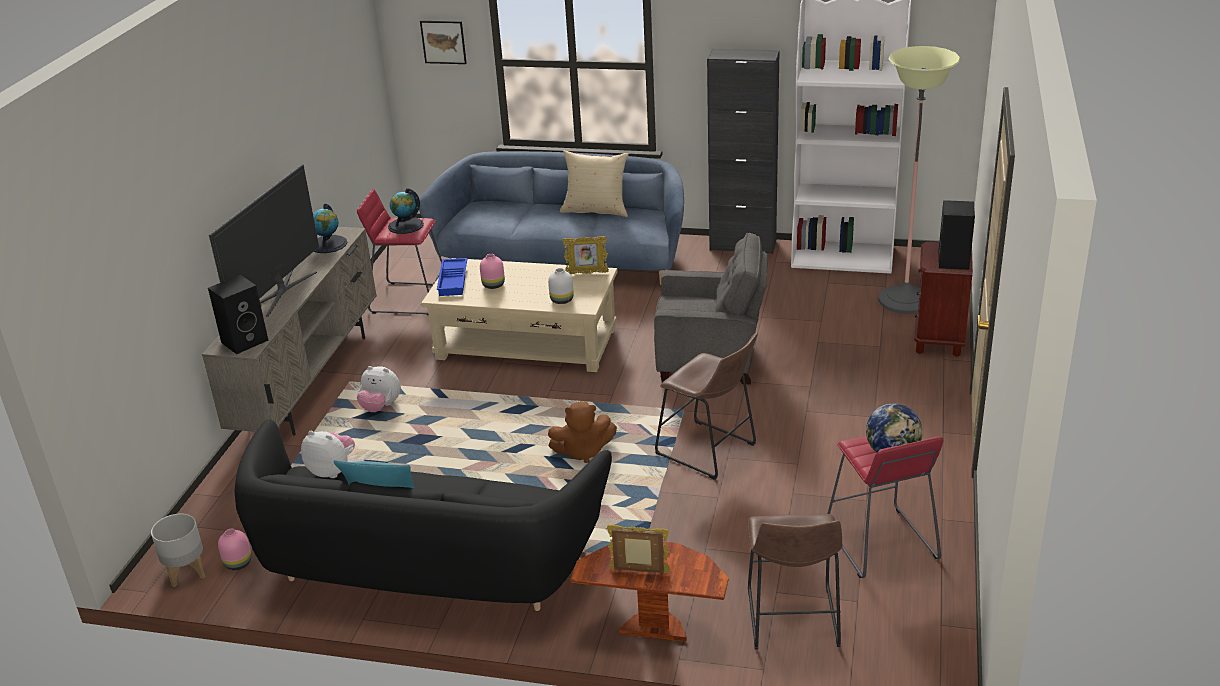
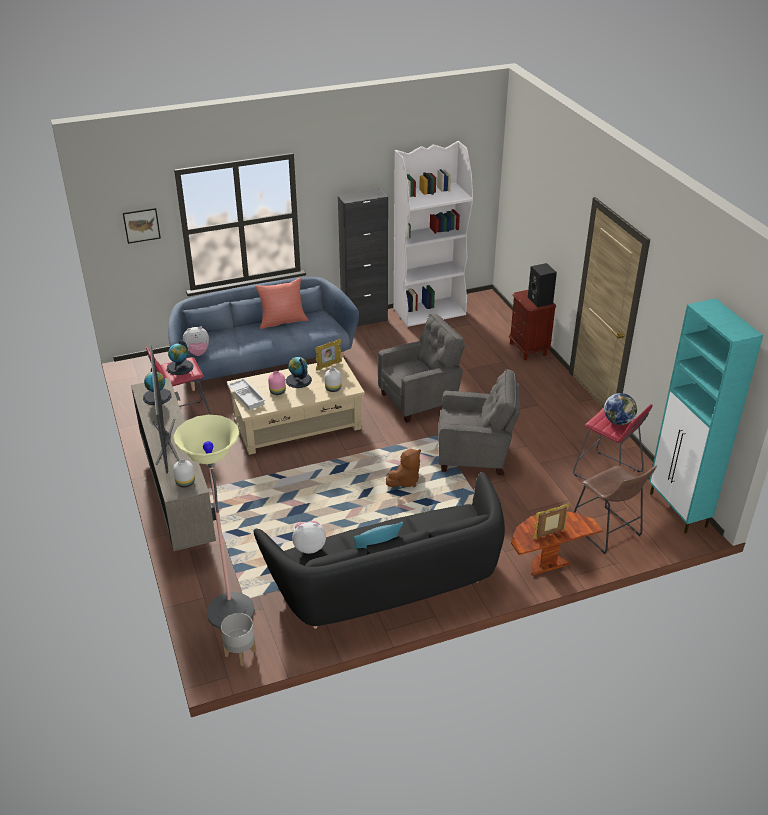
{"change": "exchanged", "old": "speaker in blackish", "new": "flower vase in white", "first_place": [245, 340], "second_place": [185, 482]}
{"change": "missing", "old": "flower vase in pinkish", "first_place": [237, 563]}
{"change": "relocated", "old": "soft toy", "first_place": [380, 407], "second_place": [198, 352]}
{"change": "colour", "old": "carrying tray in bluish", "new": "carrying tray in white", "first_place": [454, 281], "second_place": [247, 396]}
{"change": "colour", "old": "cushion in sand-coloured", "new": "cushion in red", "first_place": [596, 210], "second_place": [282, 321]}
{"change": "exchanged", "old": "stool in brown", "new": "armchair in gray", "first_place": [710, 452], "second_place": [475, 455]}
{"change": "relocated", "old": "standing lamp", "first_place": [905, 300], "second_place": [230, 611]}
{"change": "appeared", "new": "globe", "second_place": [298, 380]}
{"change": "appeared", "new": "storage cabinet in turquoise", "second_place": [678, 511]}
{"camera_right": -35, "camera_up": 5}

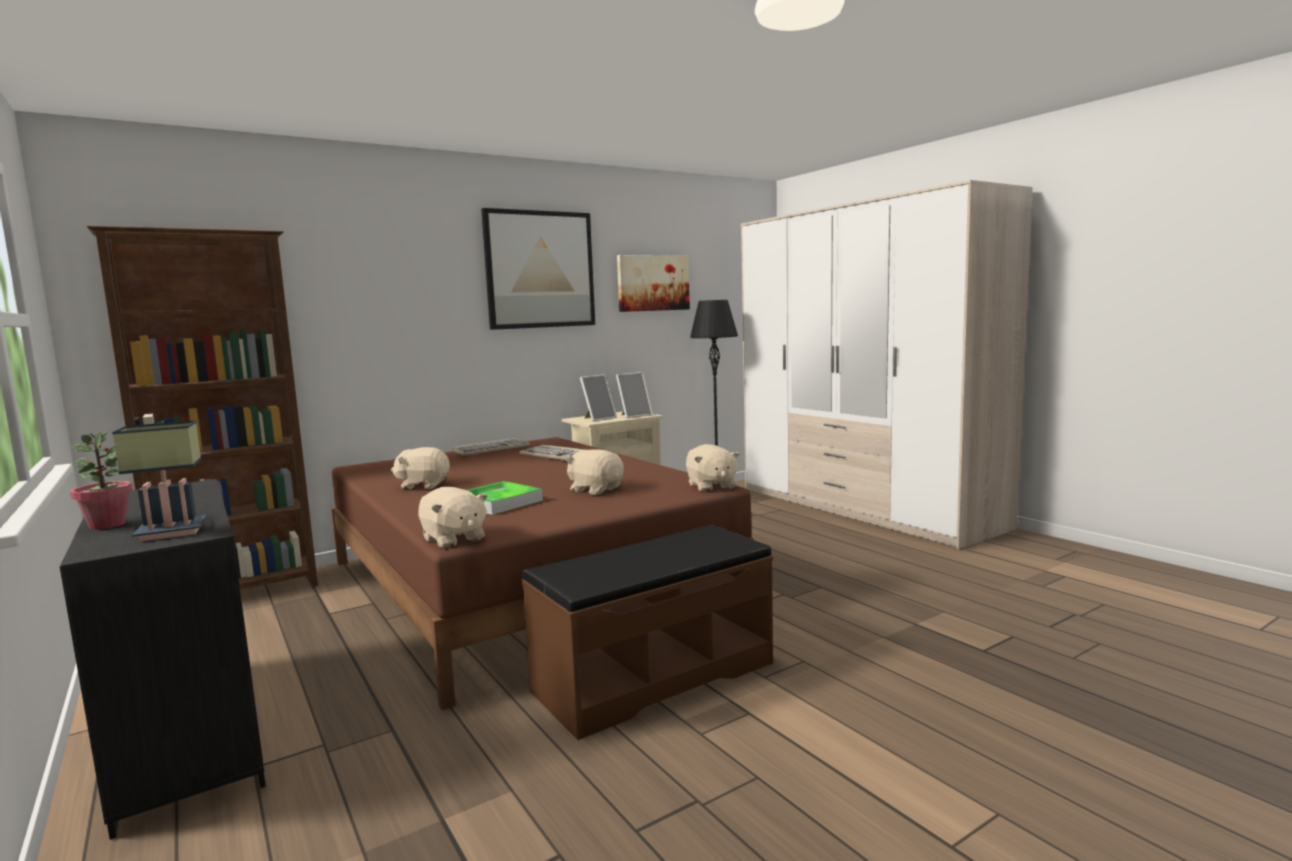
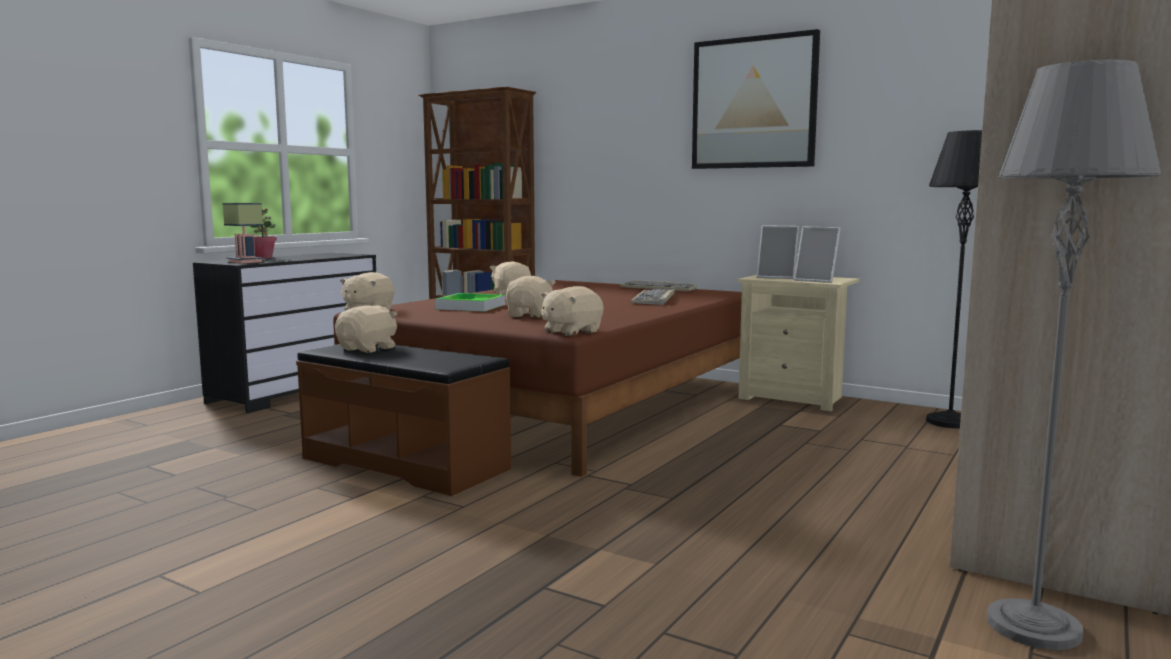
{"change": "missing", "old": "picture", "first_place": [653, 283]}
{"change": "appeared", "new": "soft toy in sand-coloured", "second_place": [368, 349]}
{"change": "appeared", "new": "standing lamp in gray", "second_place": [1034, 627]}
{"camera_right": 65, "camera_up": 0}

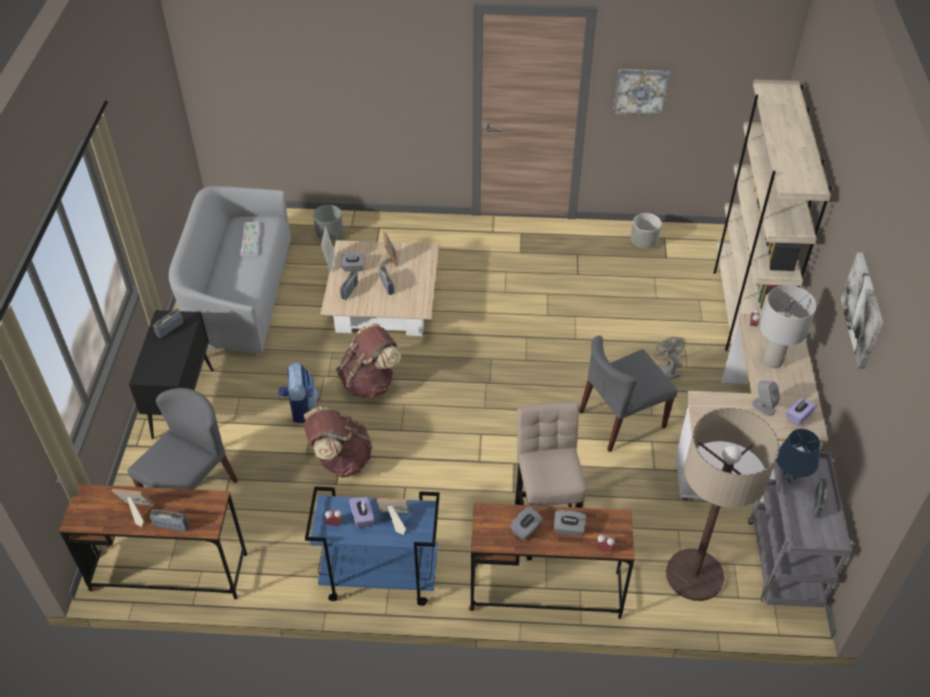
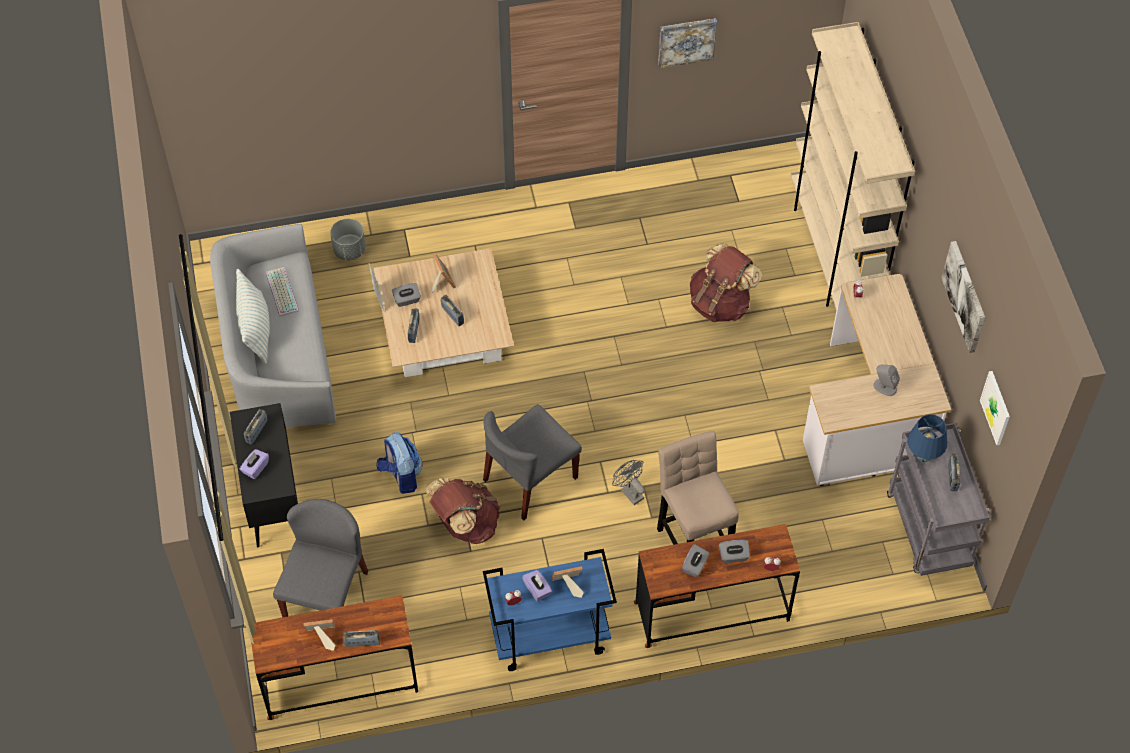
{"change": "relocated", "old": "knapsack in brown", "first_place": [370, 382], "second_place": [720, 303]}
{"change": "relocated", "old": "upright chair in gray", "first_place": [621, 420], "second_place": [530, 479]}
{"change": "missing", "old": "flower pot in gray", "first_place": [643, 242]}
{"change": "relocated", "old": "fan in gray", "first_place": [667, 369], "second_place": [629, 491]}
{"change": "missing", "old": "standing lamp", "first_place": [694, 575]}
{"change": "missing", "old": "tabletop lamp in gray", "first_place": [773, 361]}
{"change": "relocated", "old": "tissue box in purple", "first_place": [798, 416], "second_place": [255, 468]}
{"change": "appeared", "new": "cushion", "second_place": [255, 329]}
{"change": "appeared", "new": "picture", "second_place": [996, 408]}
{"camera_right": -15, "camera_up": 10}

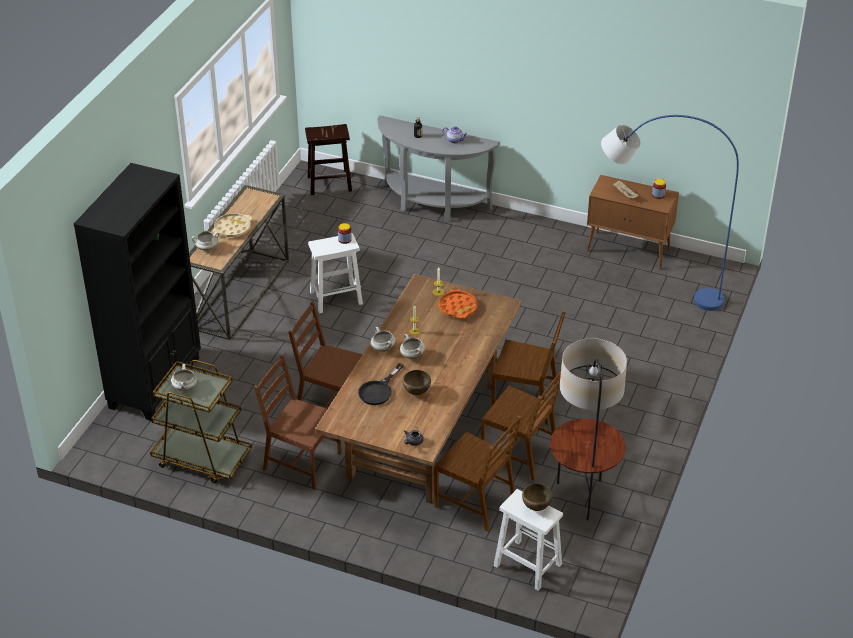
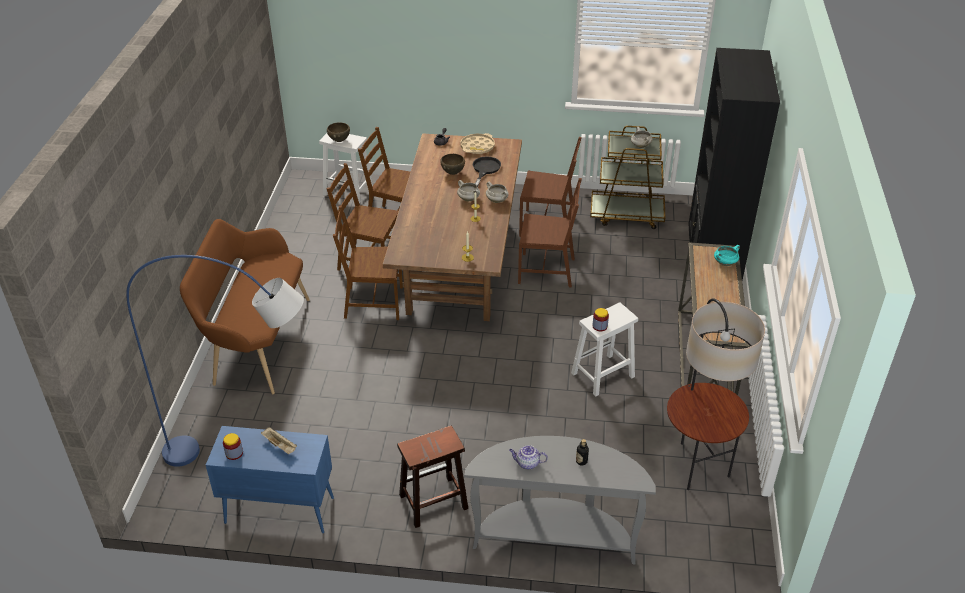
{"change": "colour", "old": "cooking pot in white", "new": "cooking pot in turquoise", "first_place": [206, 248], "second_place": [725, 263]}
{"change": "relocated", "old": "carrying tray in sand-coloured", "first_place": [232, 228], "second_place": [477, 147]}
{"change": "relocated", "old": "stool in brown", "first_place": [330, 183], "second_place": [432, 502]}
{"change": "missing", "old": "carrying tray in orange", "first_place": [458, 307]}
{"change": "relocated", "old": "standing lamp", "first_place": [582, 498], "second_place": [696, 465]}
{"change": "colour", "old": "storage cabinet in brown", "new": "storage cabinet in bluish", "first_place": [629, 250], "second_place": [278, 510]}
{"change": "appeared", "new": "indoor bench in brown", "second_place": [256, 342]}
{"camera_right": 165, "camera_up": 0}

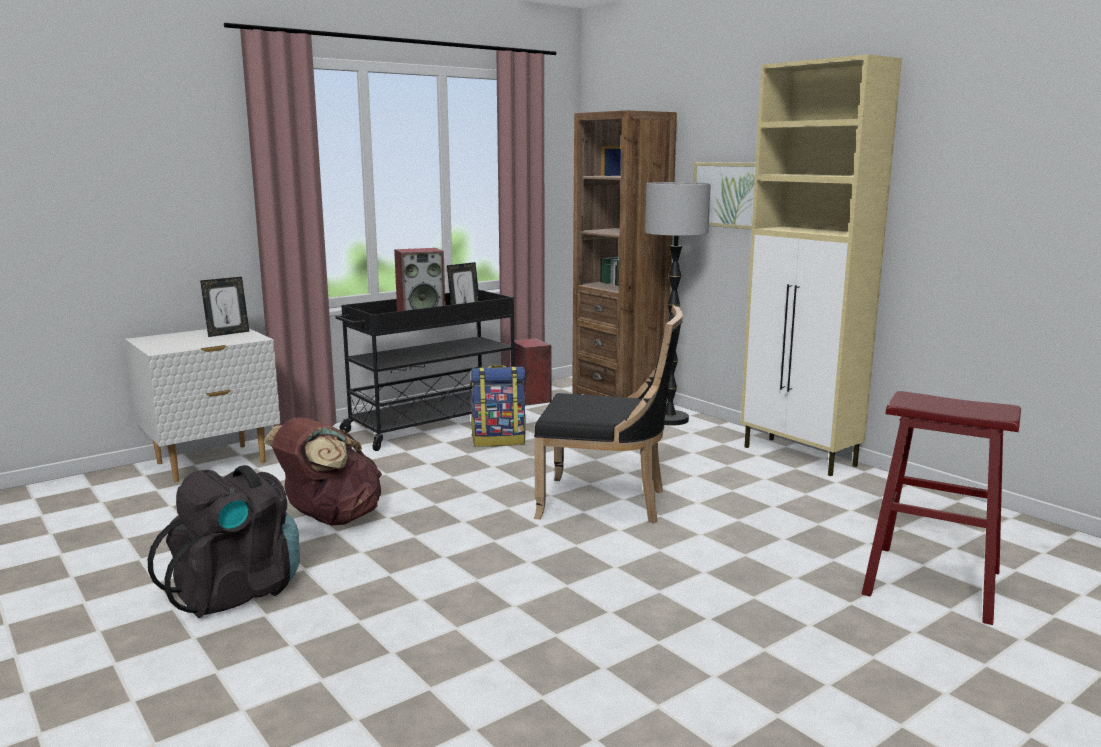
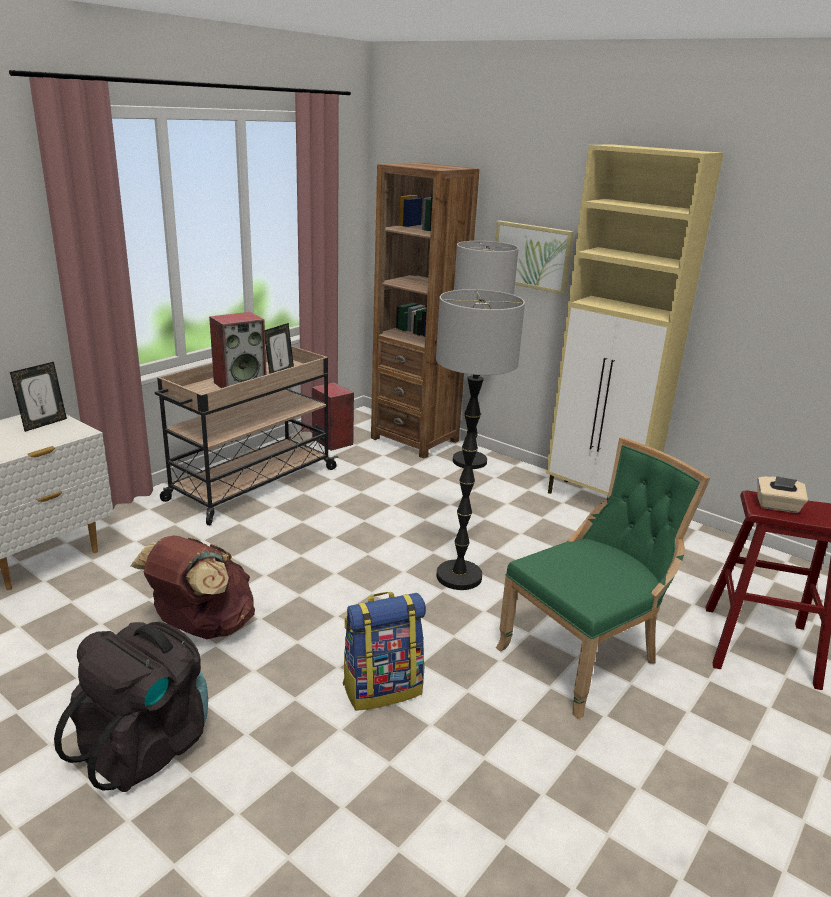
{"change": "colour", "old": "cart in blackish", "new": "cart in sand-coloured", "first_place": [432, 425], "second_place": [251, 485]}
{"change": "relocated", "old": "knapsack", "first_place": [499, 440], "second_place": [382, 688]}
{"change": "exchanged", "old": "upright chair in blackish", "new": "standing lamp", "first_place": [607, 503], "second_place": [459, 577]}
{"change": "appeared", "new": "upright chair in green", "second_place": [585, 657]}
{"change": "appeared", "new": "tissue box in sand-coloured", "second_place": [777, 506]}
{"camera_right": -15, "camera_up": 10}

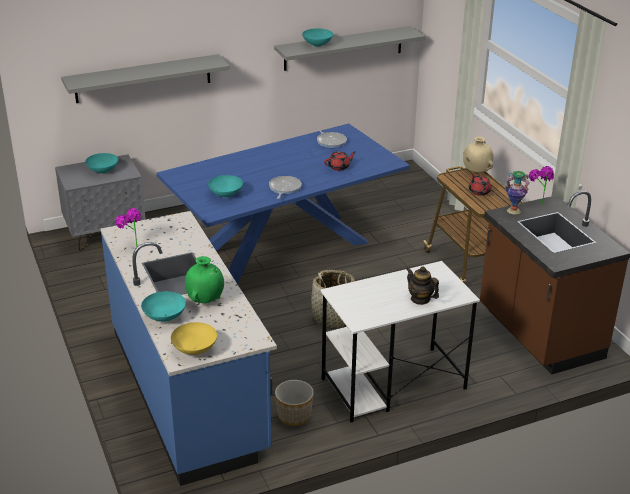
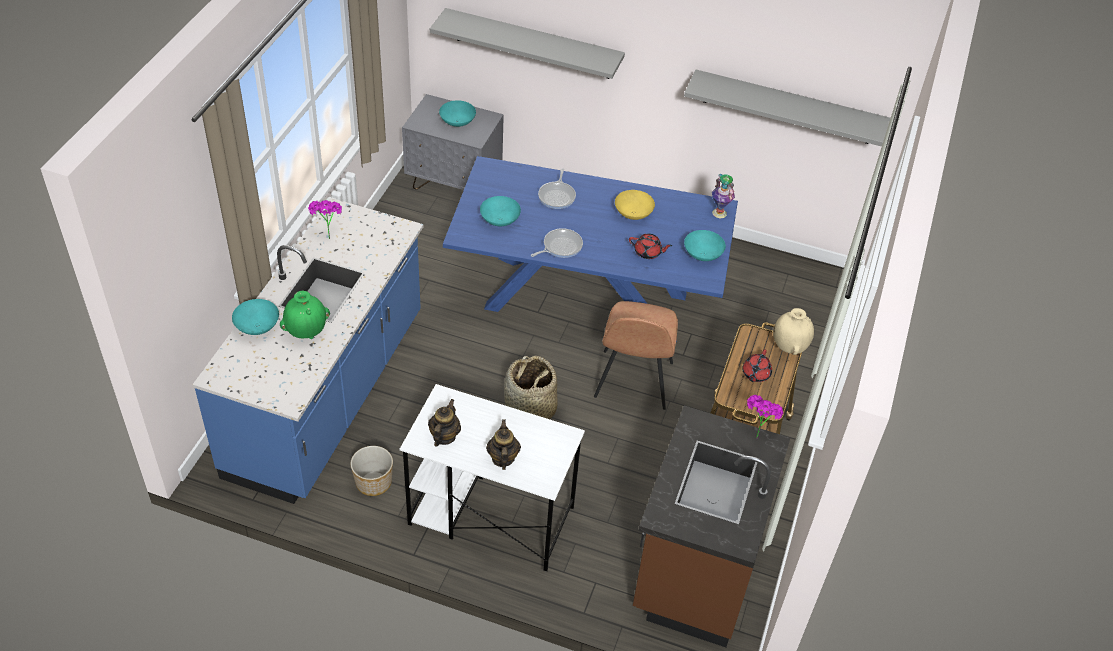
{"change": "relocated", "old": "deep dish in yellowish", "first_place": [194, 349], "second_place": [633, 214]}
{"change": "relocated", "old": "deep dish in turquoise", "first_place": [317, 44], "second_place": [703, 255]}
{"change": "relocated", "old": "skillet", "first_place": [330, 141], "second_place": [557, 196]}
{"change": "relocated", "old": "flower vase", "first_place": [513, 211], "second_place": [719, 213]}
{"change": "appeared", "new": "pot for tea", "second_place": [444, 436]}
{"change": "appeared", "new": "upright chair in brown", "second_place": [633, 381]}
{"camera_right": 40, "camera_up": 15}

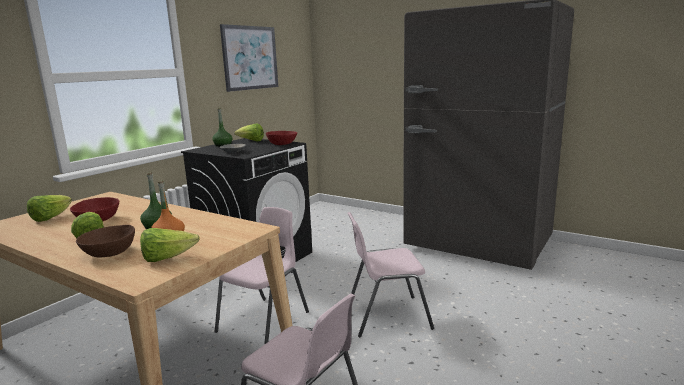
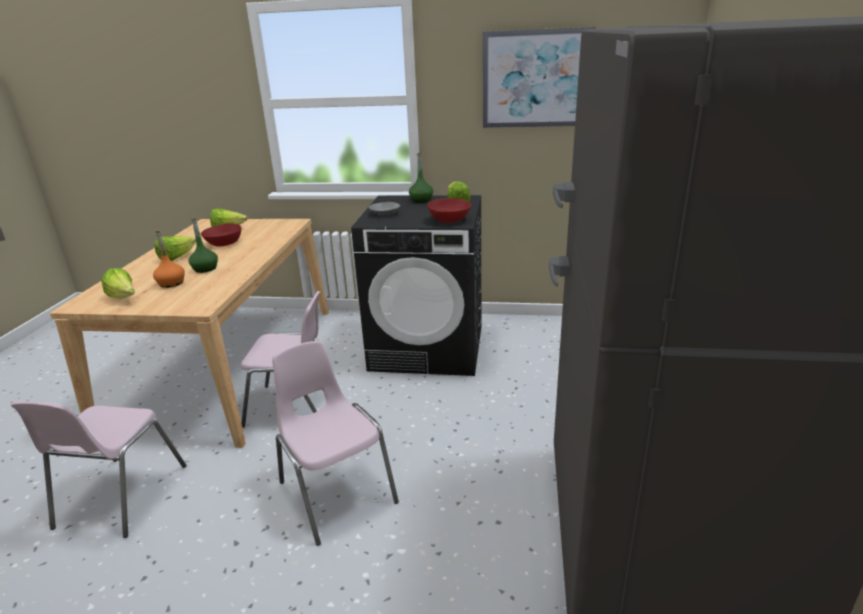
{"change": "missing", "old": "deep dish in brown", "first_place": [109, 253]}
{"camera_right": 65, "camera_up": 10}

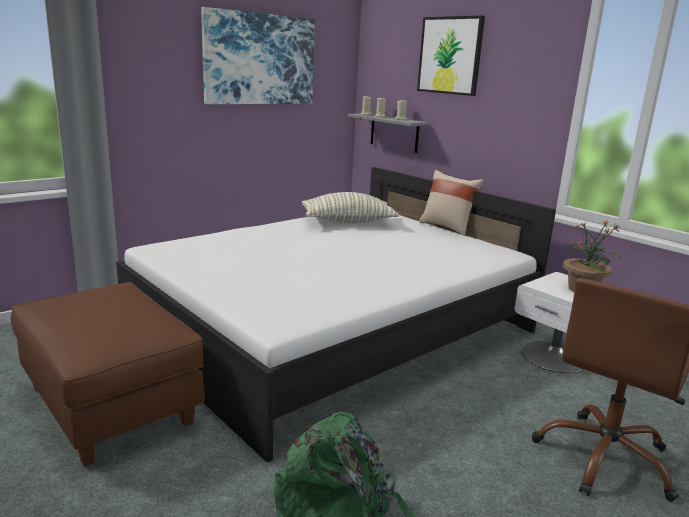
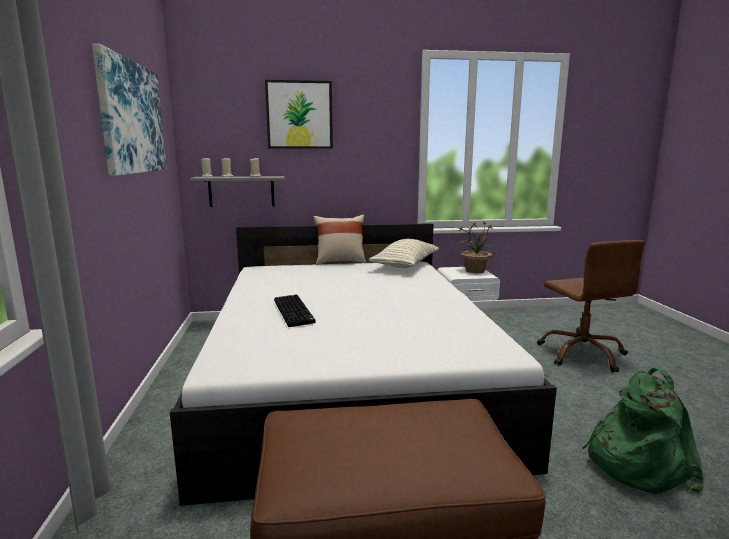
{"change": "relocated", "old": "cushion", "first_place": [348, 221], "second_place": [405, 265]}
{"change": "appeared", "new": "PC keyboard", "second_place": [295, 311]}
{"camera_right": -55, "camera_up": -5}

